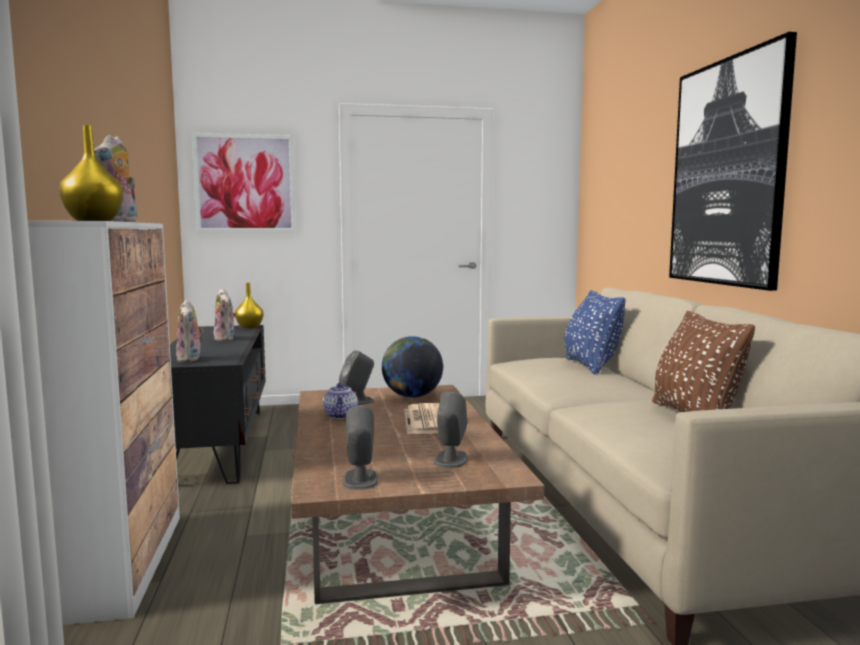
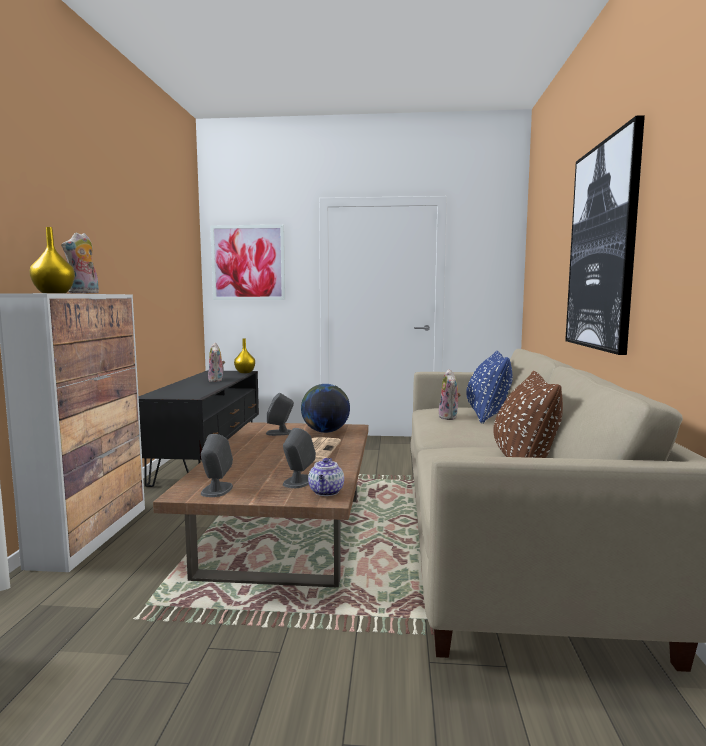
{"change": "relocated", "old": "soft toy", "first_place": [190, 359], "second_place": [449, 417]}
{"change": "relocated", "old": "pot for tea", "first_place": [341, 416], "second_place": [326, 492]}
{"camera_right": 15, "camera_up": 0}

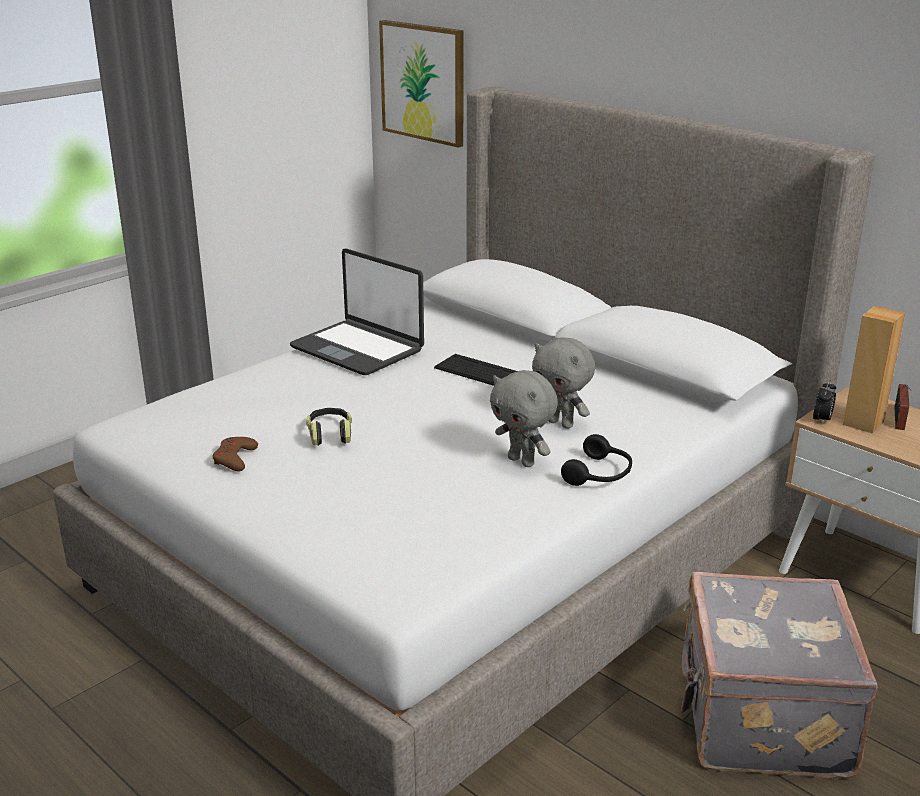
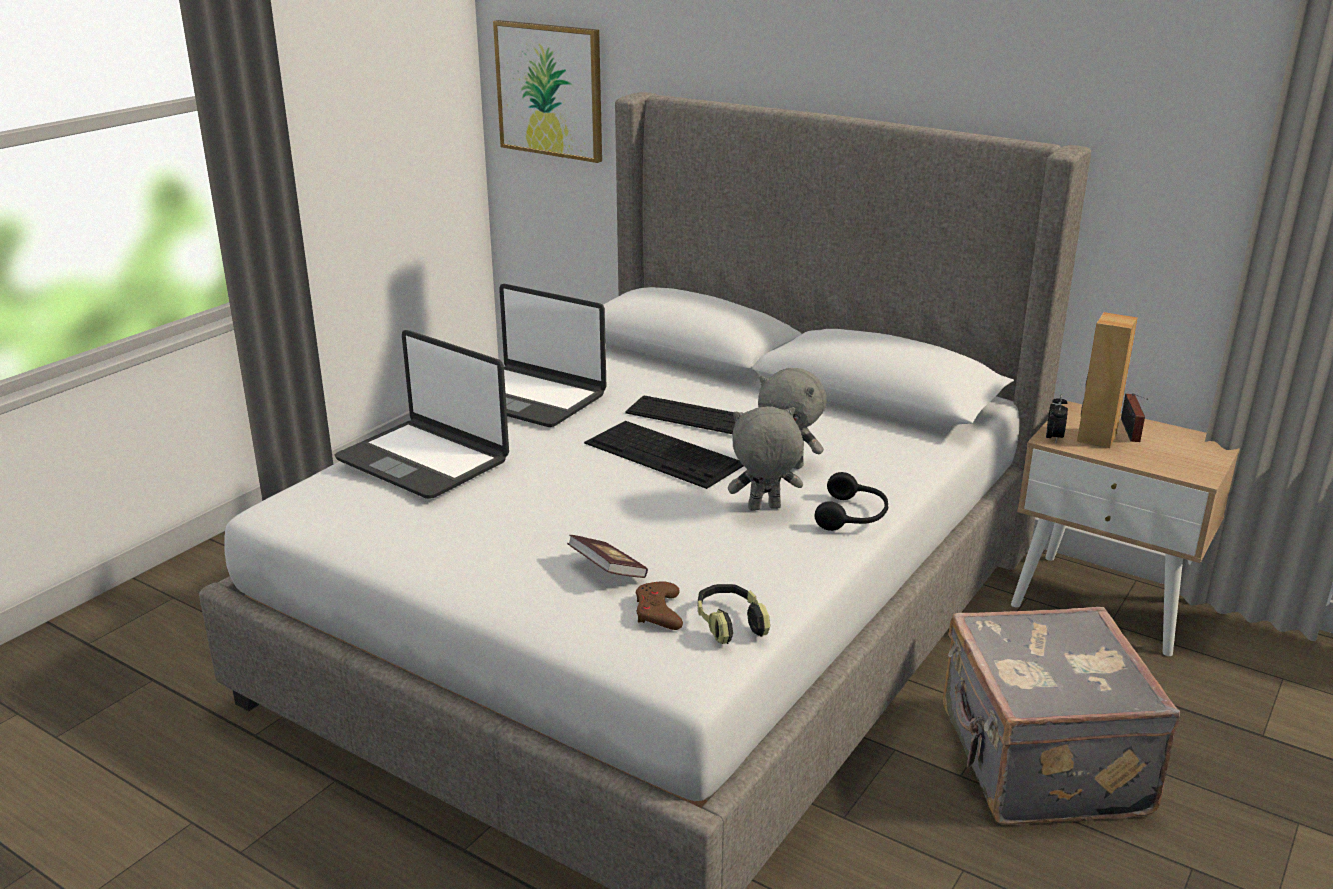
{"change": "relocated", "old": "gamepad in brown", "first_place": [235, 458], "second_place": [658, 612]}
{"change": "relocated", "old": "headphones", "first_place": [330, 435], "second_place": [730, 624]}
{"change": "spun", "old": "soft toy in gray", "first_place": [522, 461], "second_place": [764, 509], "degrees": 135}
{"change": "appeared", "new": "laptop", "second_place": [424, 460]}
{"change": "appeared", "new": "bound book", "second_place": [607, 571]}
{"change": "appeared", "new": "PC keyboard", "second_place": [665, 454]}
{"camera_right": -10, "camera_up": 0}

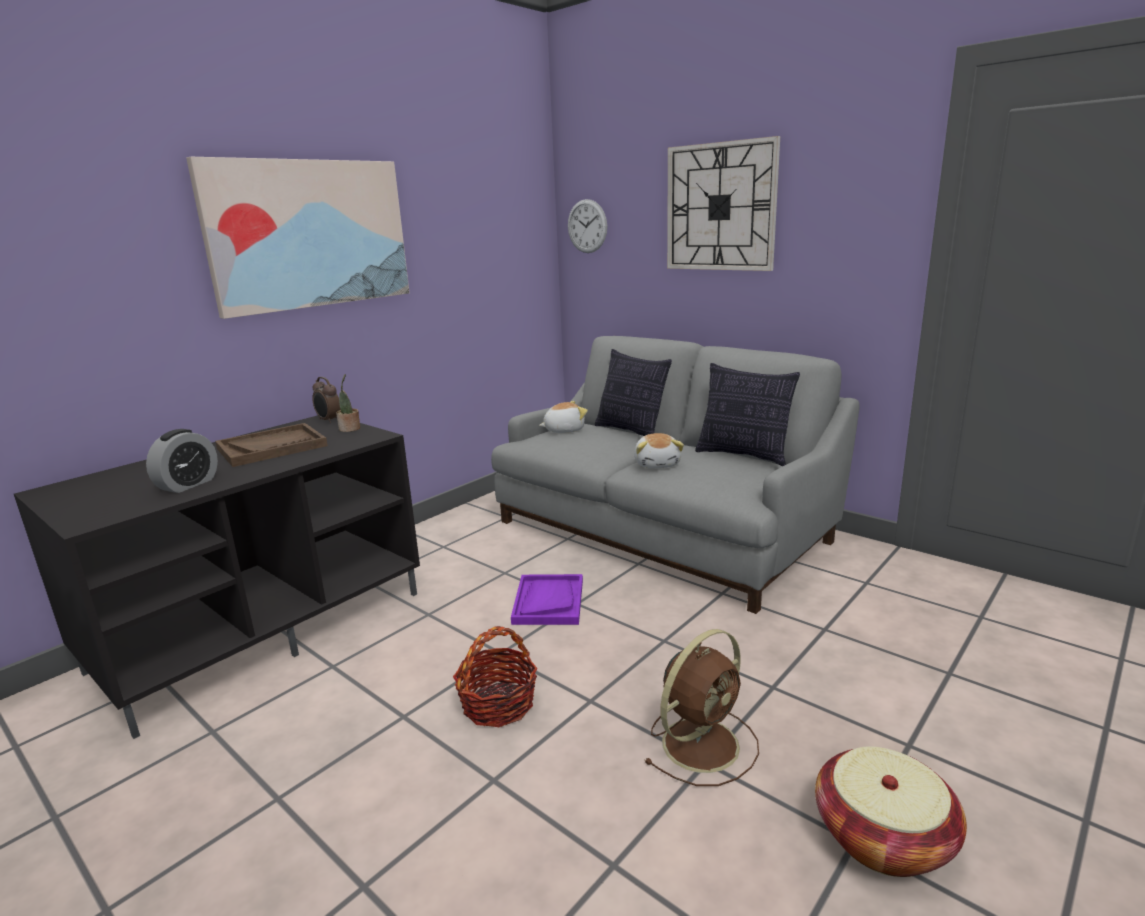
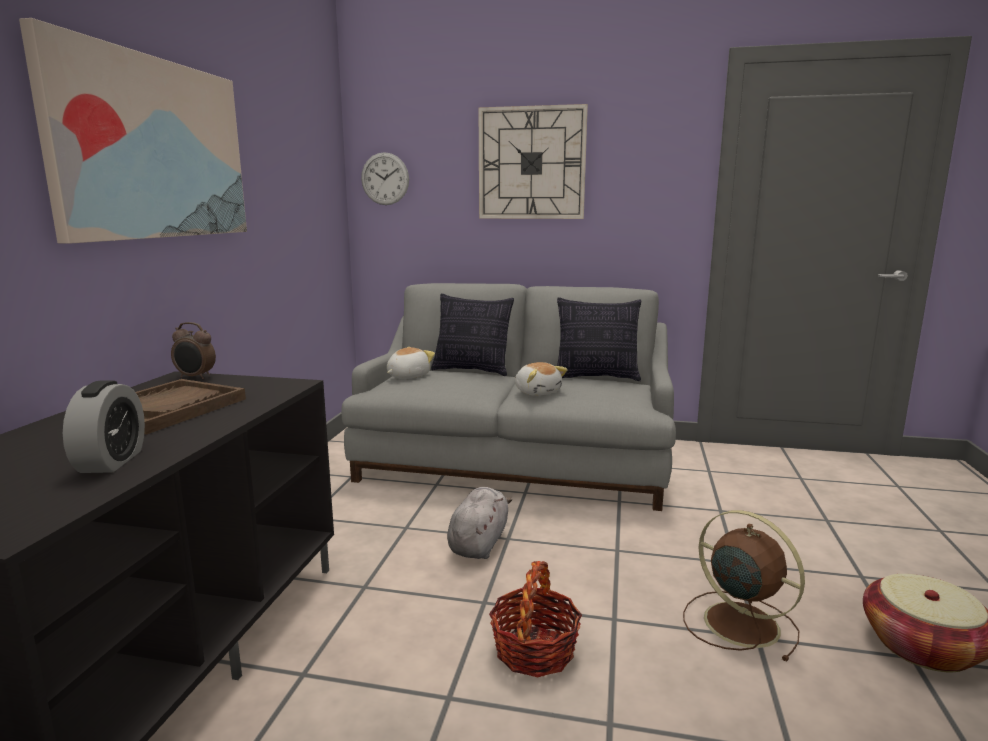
{"change": "missing", "old": "plant in a pot", "first_place": [350, 429]}
{"change": "exchanged", "old": "carrying tray in purple", "new": "soft toy in gray", "first_place": [548, 601], "second_place": [479, 543]}
{"change": "spun", "old": "fan in brown", "first_place": [702, 742], "second_place": [738, 622], "degrees": -60}
{"camera_right": -30, "camera_up": -5}

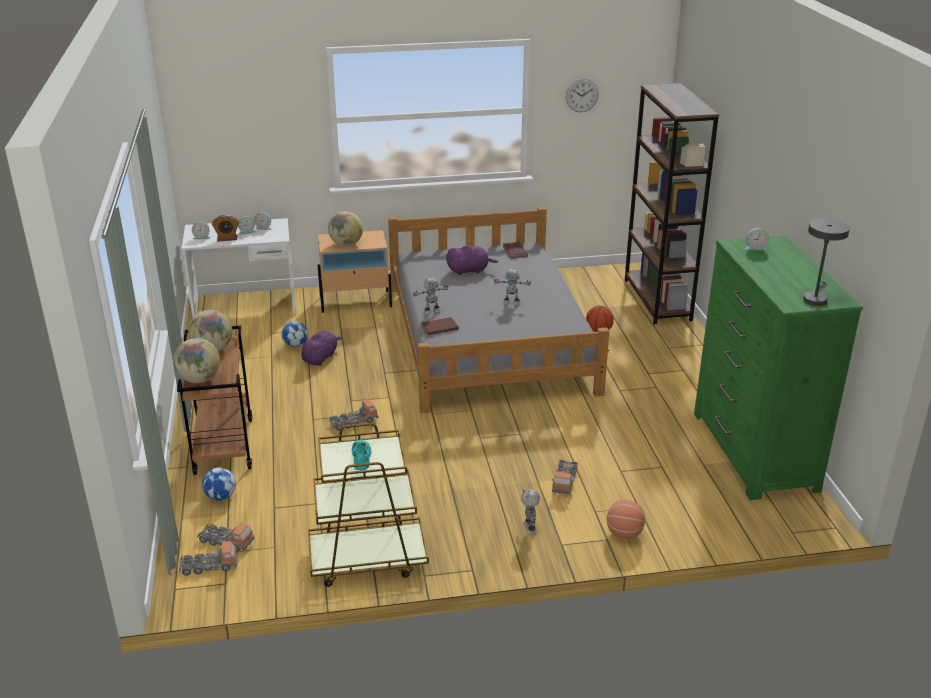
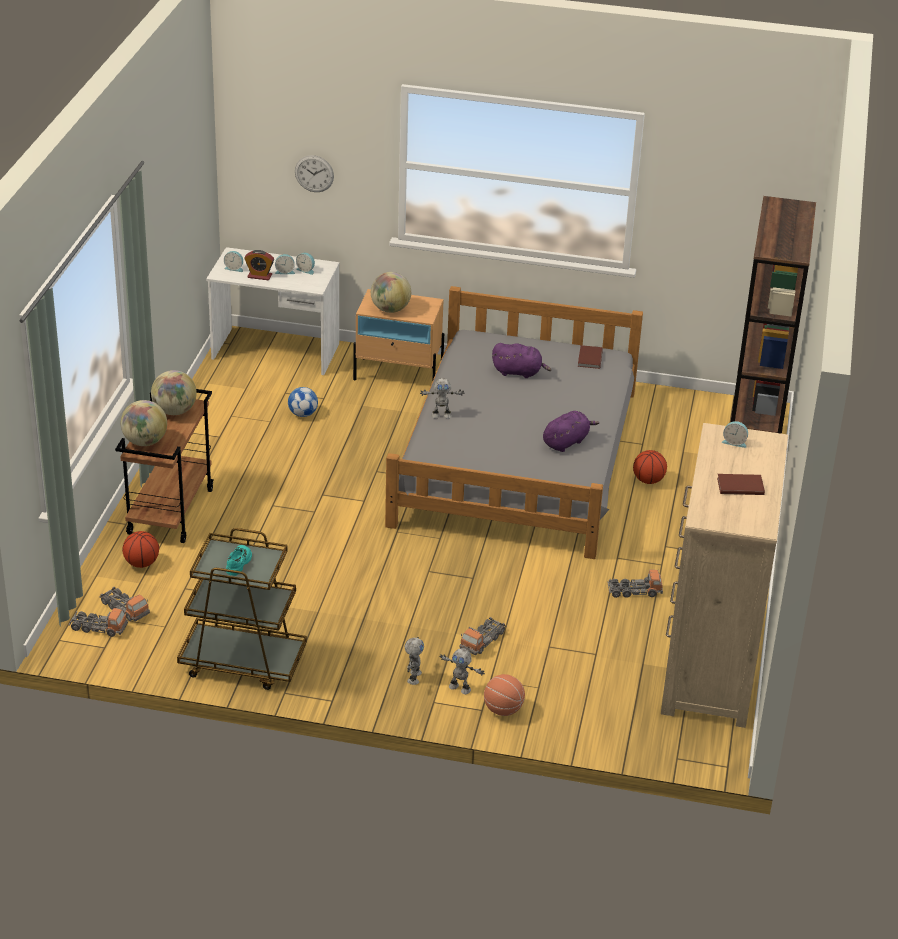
{"change": "exchanged", "old": "football ball", "new": "ball for basketball", "first_place": [221, 497], "second_place": [142, 563]}
{"change": "relocated", "old": "soft toy in purple", "first_place": [320, 358], "second_place": [566, 442]}
{"change": "relocated", "old": "toy truck", "first_place": [353, 422], "second_place": [634, 591]}
{"change": "relocated", "old": "bound book in brown", "first_place": [439, 327], "second_place": [739, 486]}
{"change": "relocated", "old": "toy robot", "first_place": [511, 302], "second_place": [460, 688]}
{"change": "relocated", "old": "hanging clock", "first_place": [582, 95], "second_place": [314, 173]}
{"change": "colour", "old": "dresser in green", "new": "dresser in sand-coloured", "first_place": [753, 451], "second_place": [710, 665]}
{"change": "missing", "old": "tabletop lamp in gray", "first_place": [815, 298]}
{"camera_right": 20, "camera_up": 5}

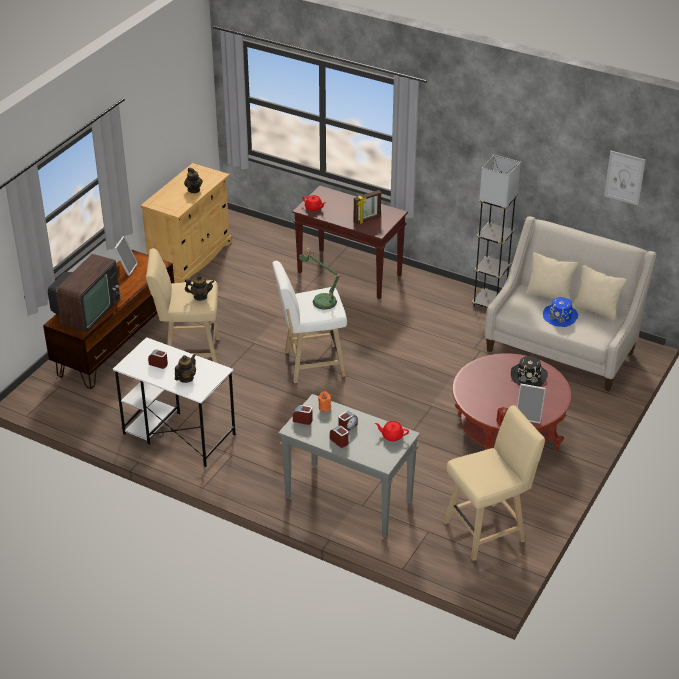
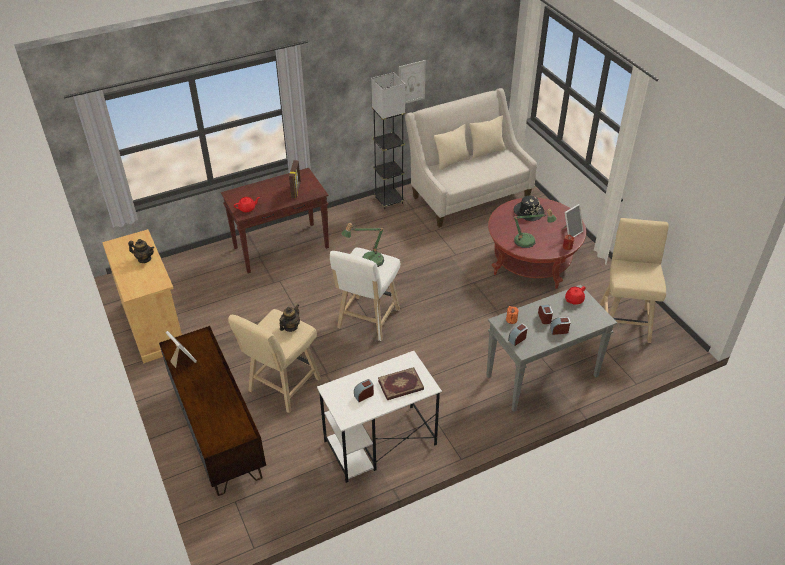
{"change": "missing", "old": "TV", "first_place": [87, 311]}
{"change": "exchanged", "old": "pot for tea", "new": "bound book", "first_place": [186, 378], "second_place": [401, 386]}
{"change": "missing", "old": "hat in bluish", "first_place": [560, 316]}
{"change": "relocated", "old": "picture", "first_place": [624, 177], "second_place": [411, 82]}
{"change": "appeared", "new": "tabletop lamp", "second_place": [528, 242]}
{"camera_right": -55, "camera_up": 5}

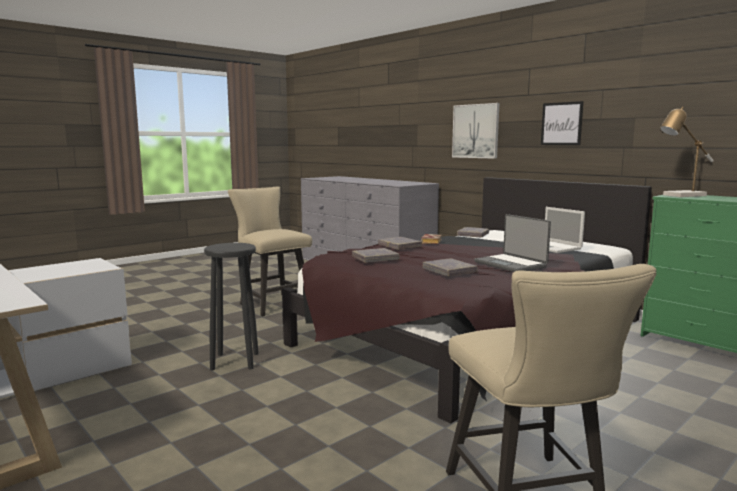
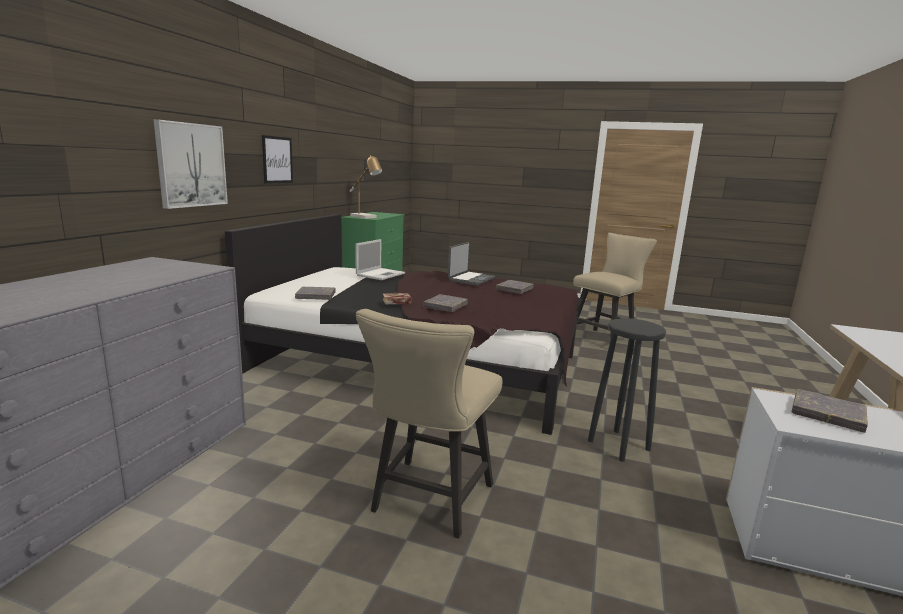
{"change": "relocated", "old": "bound book in gray", "first_place": [375, 258], "second_place": [827, 414]}
{"camera_right": -120, "camera_up": 5}

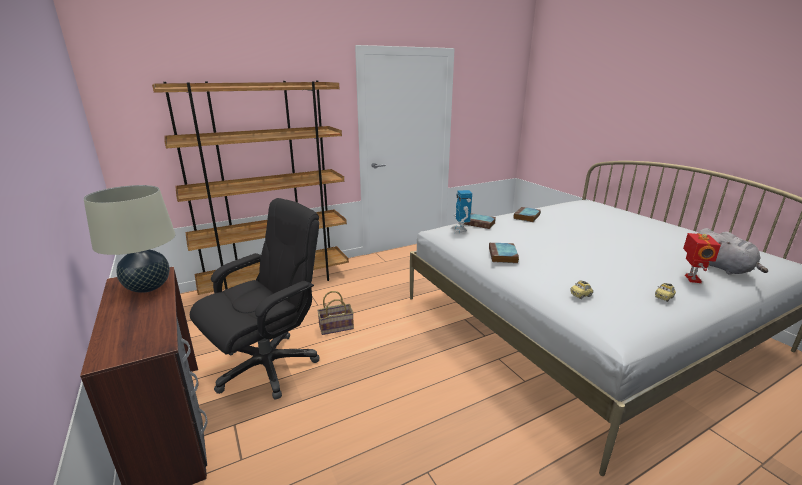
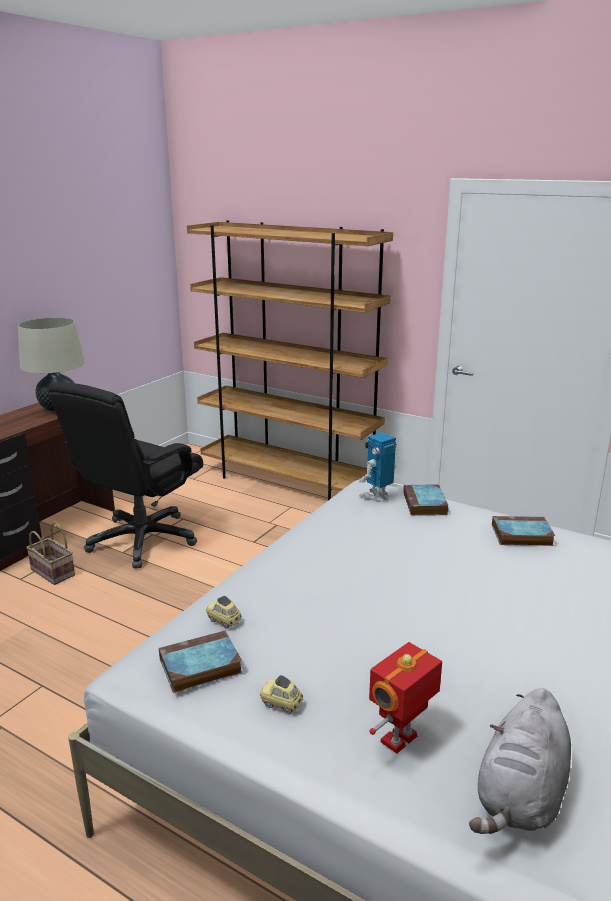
{"change": "spun", "old": "desk chair in blackish", "first_place": [268, 365], "second_place": [142, 540], "degrees": 105}
{"change": "relocated", "old": "storage basket", "first_place": [337, 327], "second_place": [54, 572]}
{"change": "relocated", "old": "bound book", "first_place": [503, 256], "second_place": [199, 667]}
{"change": "spun", "old": "toy robot", "first_place": [691, 279], "second_place": [401, 740], "degrees": 150}
{"camera_right": 60, "camera_up": 0}

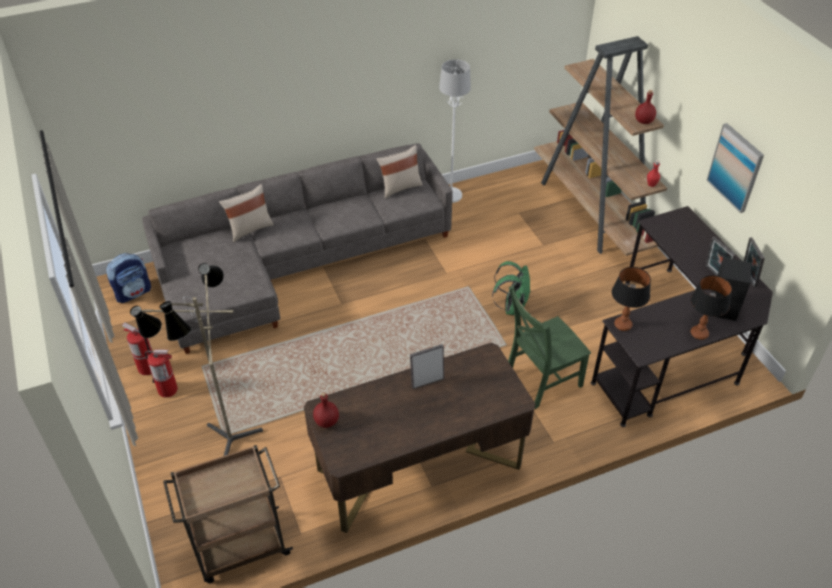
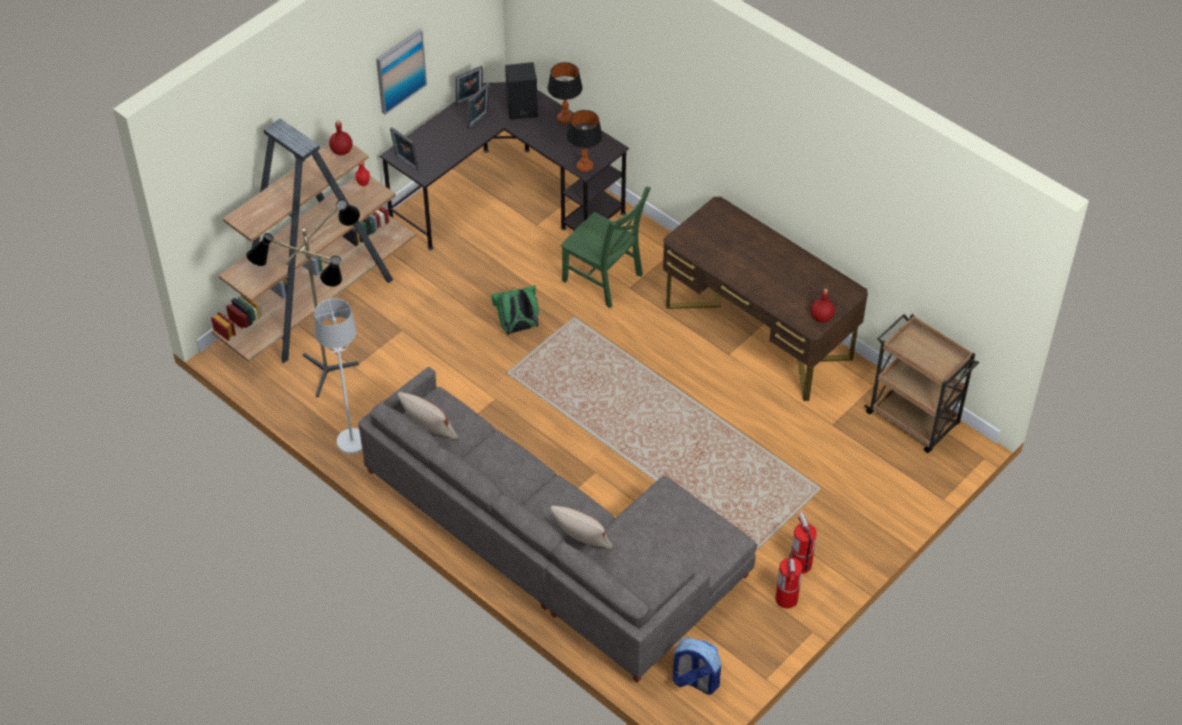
{"change": "relocated", "old": "standing lamp", "first_place": [224, 441], "second_place": [329, 377]}
{"change": "relocated", "old": "standing frame", "first_place": [427, 381], "second_place": [405, 163]}
{"camera_right": -115, "camera_up": 5}

